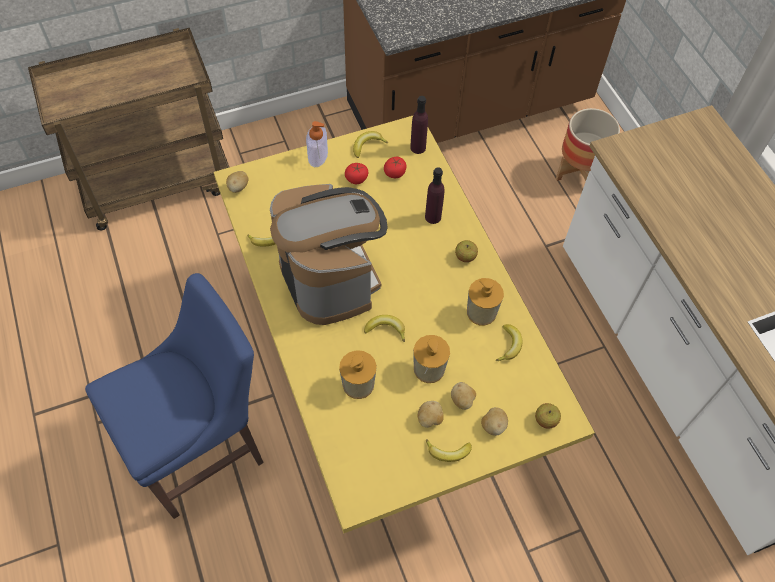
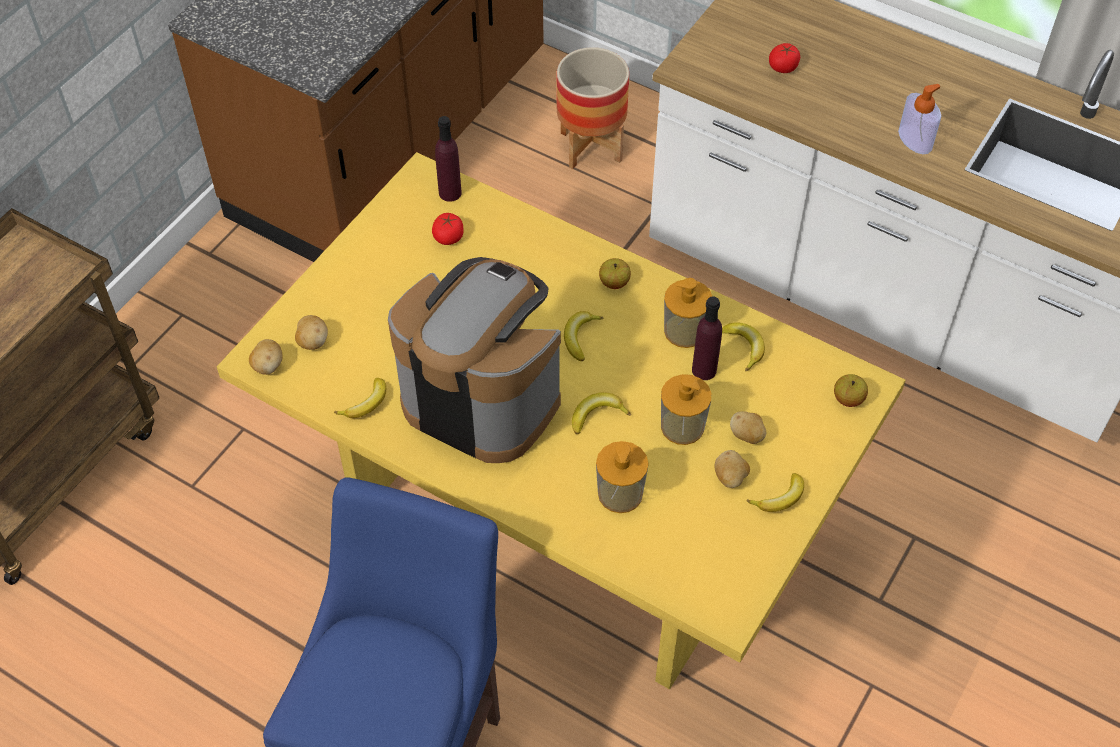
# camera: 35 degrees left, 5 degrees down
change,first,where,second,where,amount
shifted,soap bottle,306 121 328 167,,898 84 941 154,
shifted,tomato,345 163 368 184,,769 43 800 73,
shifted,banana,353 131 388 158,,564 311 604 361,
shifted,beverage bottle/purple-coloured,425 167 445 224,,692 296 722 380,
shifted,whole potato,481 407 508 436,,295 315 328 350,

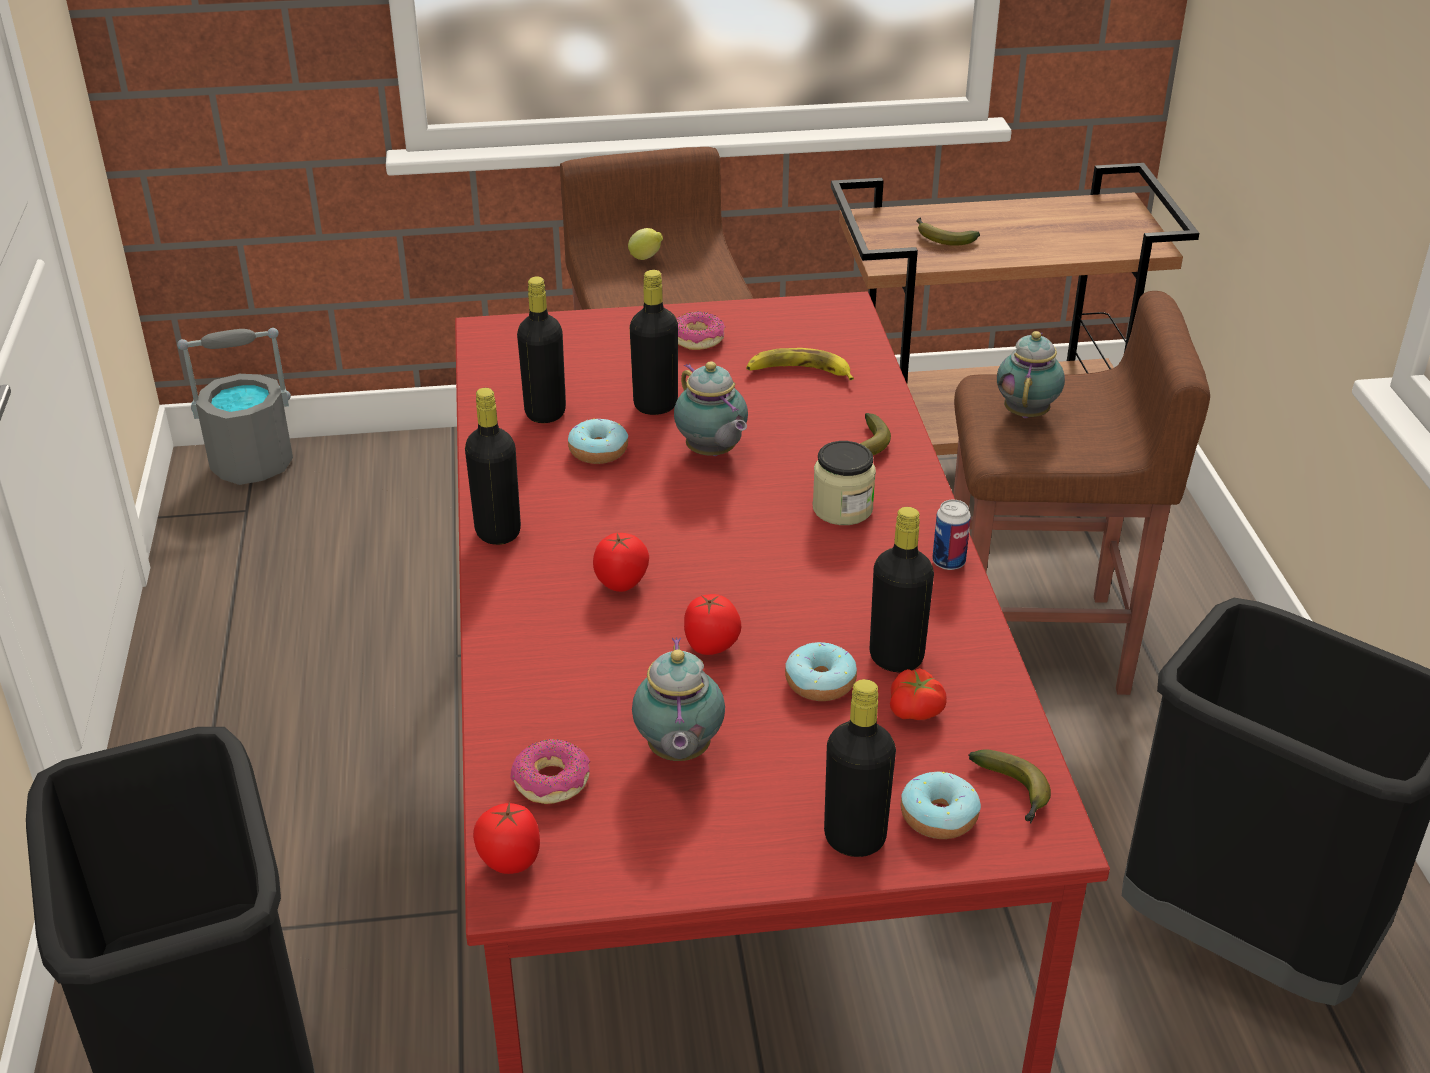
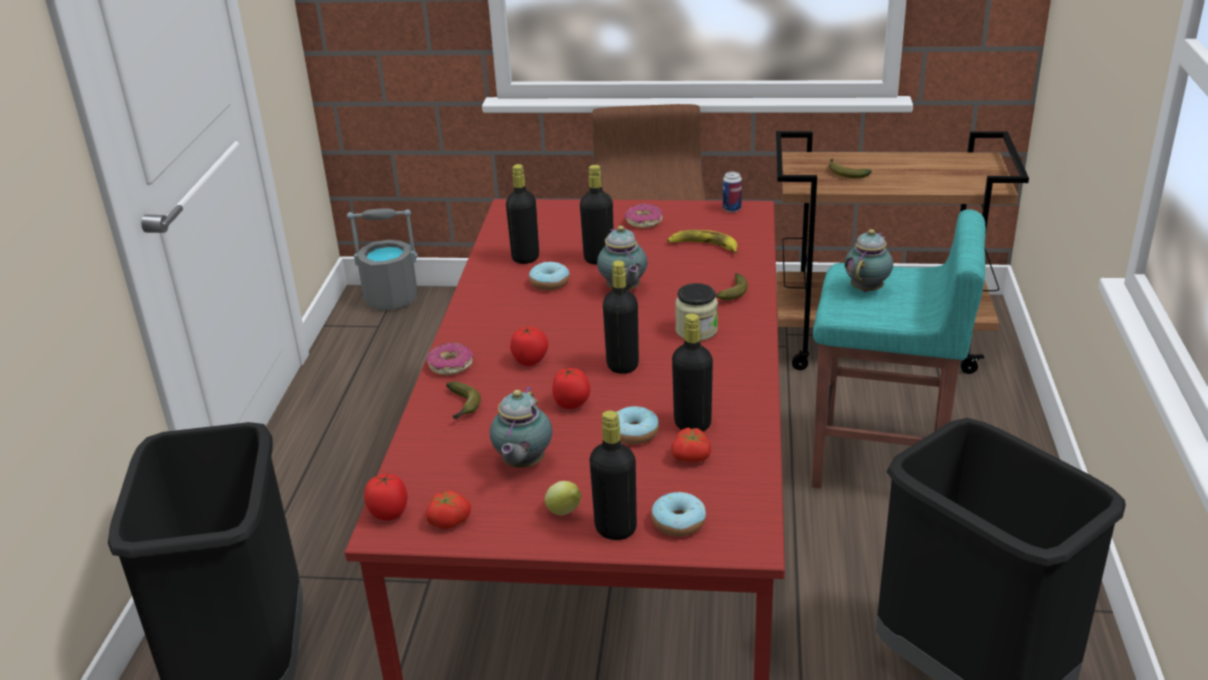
# camera: 15 degrees right, 5 degrees down
change,first,where,second,where,amount
new,,,tomato,426 491 471 529,
shifted,beverage bottle/black-coloured,465 388 521 545,,603 260 639 374,
shifted,ring doughnut,511 739 590 804,,426 343 473 375,
shifted,citrus fruit,628 228 663 260,,545 481 581 515,
shifted,metal can,932 500 971 570,,723 172 742 212,
shifted,banana,969 749 1051 823,,446 382 481 420,
repainted,stool/brown,954 291 1210 695,stool/turquoise,812 209 986 489,

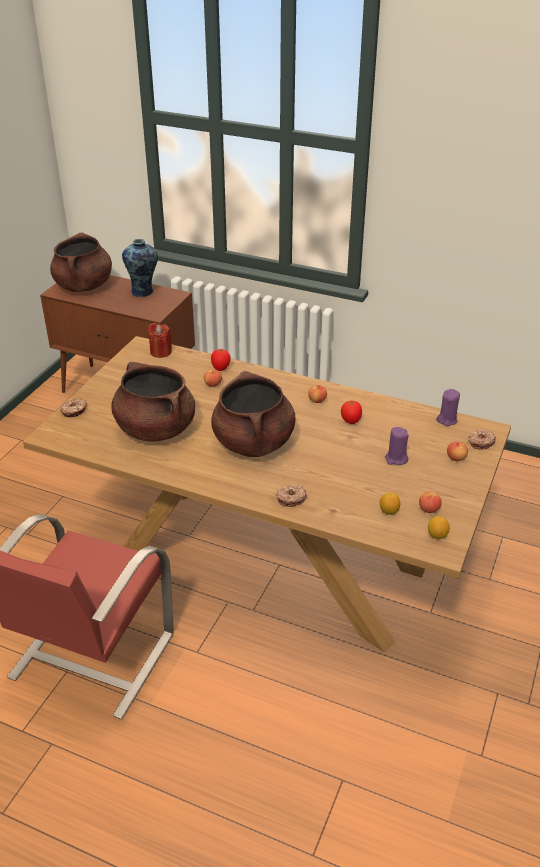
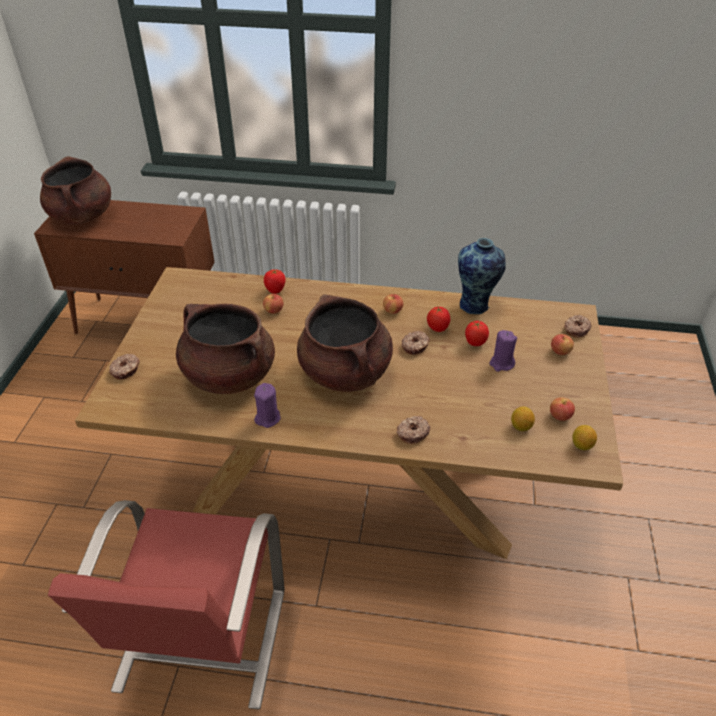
# camera: 15 degrees left, 5 degrees up
change,first,where,second,where,amount
gone,candle/red-coloured,148 323 172 358,,,
new,,,ring doughnut,402 331 430 354,
new,,,tomato,465 321 489 346,
shifted,flower vase,122 239 158 297,,458 238 506 314,
shifted,candle/purple-coloured,436 389 460 426,,254 383 281 428,

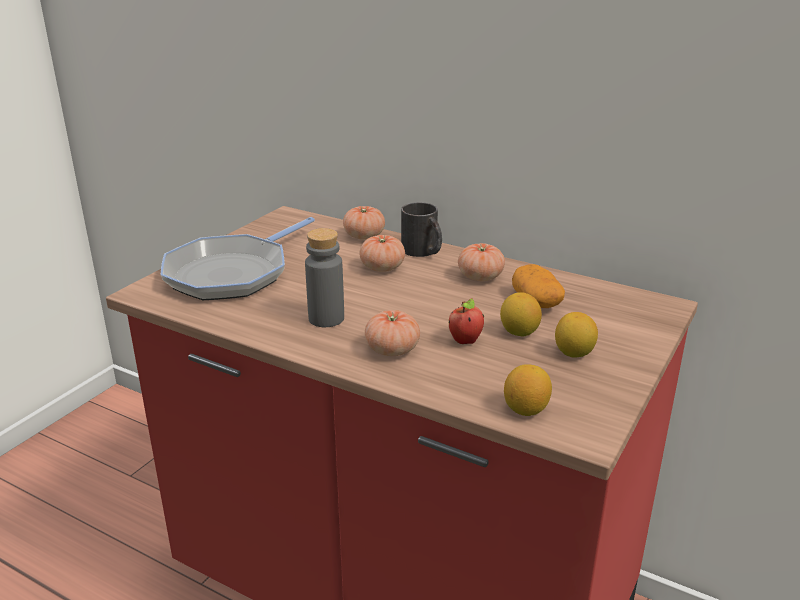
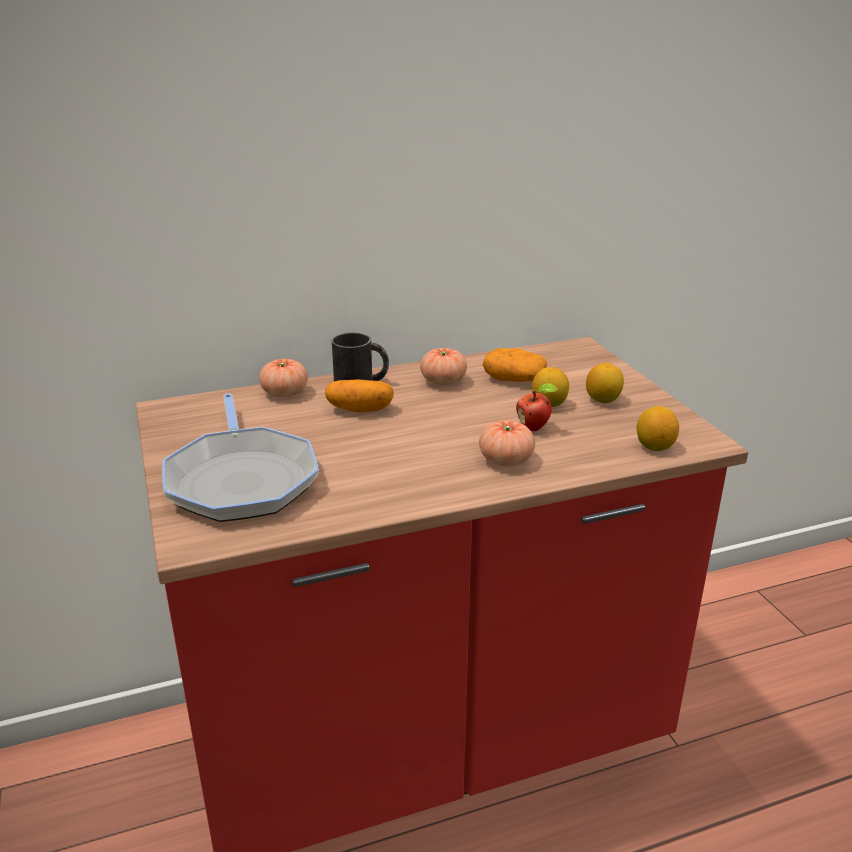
# camera: 50 degrees left, 0 degrees up
change,first,where,second,where,amount
gone,beverage bottle/grey,305 228 344 327,,,
swapped,tomato,360 235 405 272,whole potato,325 379 394 412,

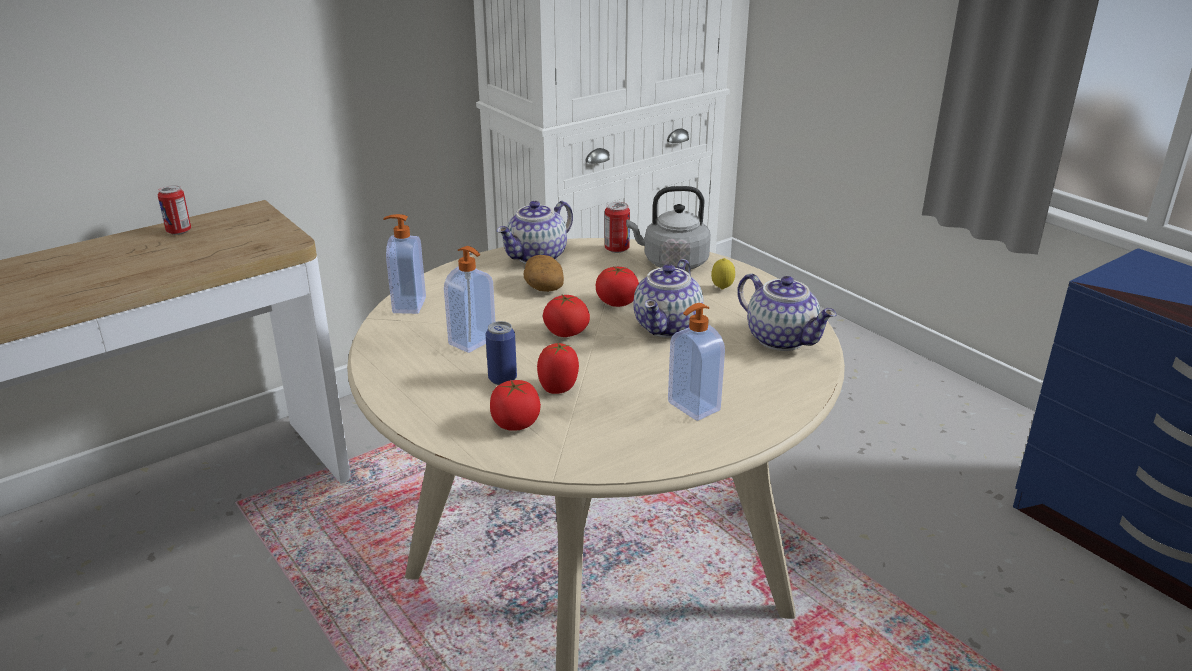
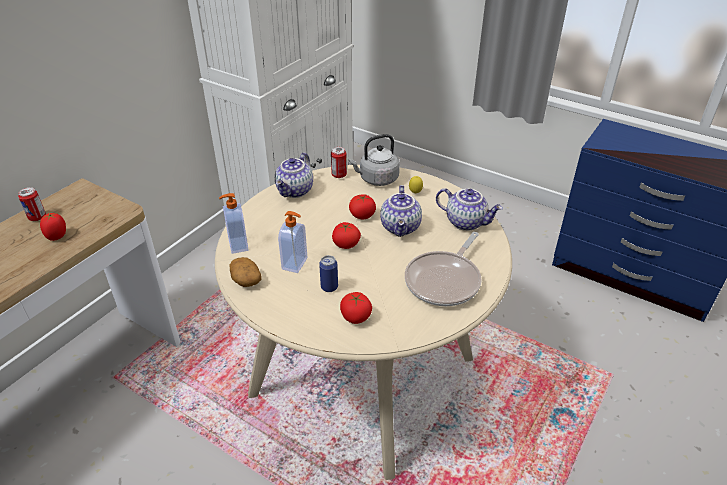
# camera: 20 degrees left, 10 degrees up
change,first,where,second,where,amount
shifted,whole potato,524 255 564 292,,229 257 262 287,
shifted,tomato,537 343 579 394,,40 213 66 241,
swapped,soap bottle,668 303 725 421,skillet,405 232 482 306,

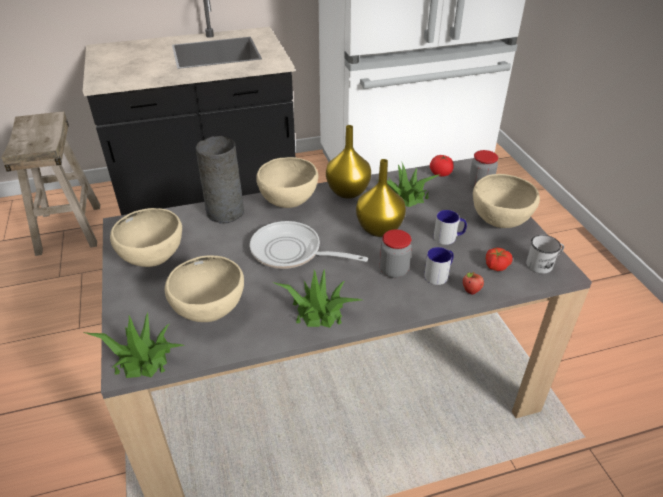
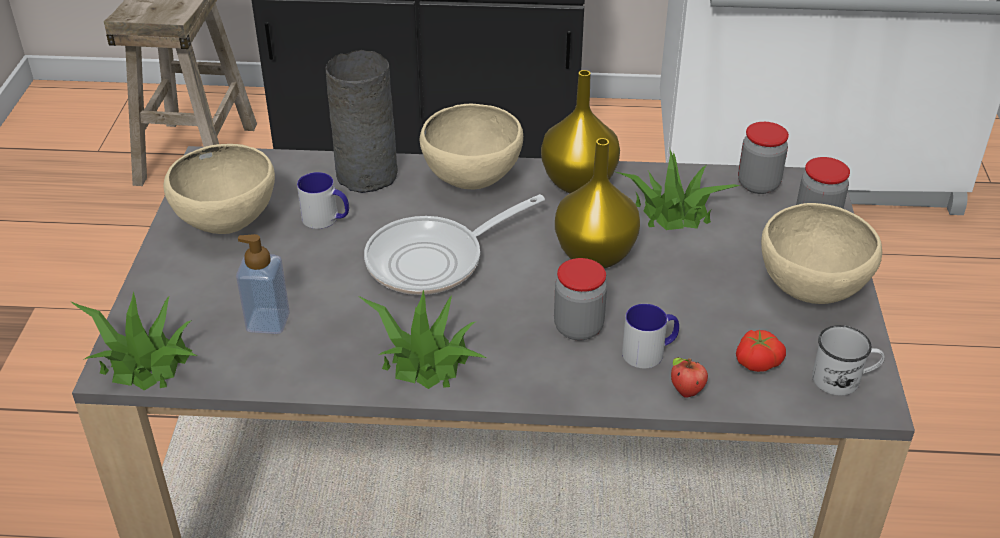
# camera: 20 degrees right, 0 degrees up
change,first,where,second,where,amount
shifted,coffee mug,434 210 467 245,,297 172 349 229,
swapped,deep dish/sand-coloured,165 256 244 322,soap bottle,236 234 290 334,
swapped,tomato,430 155 454 177,storage jar,738 122 789 194,
rotated,skillet,250 221 368 269,,364 194 545 295,75 degrees counterclockwise

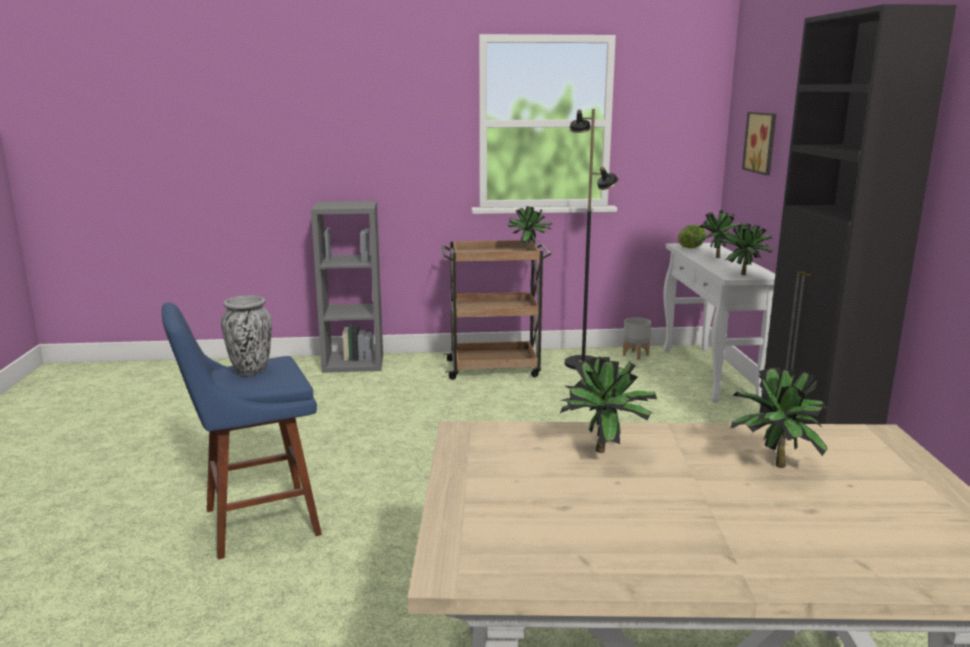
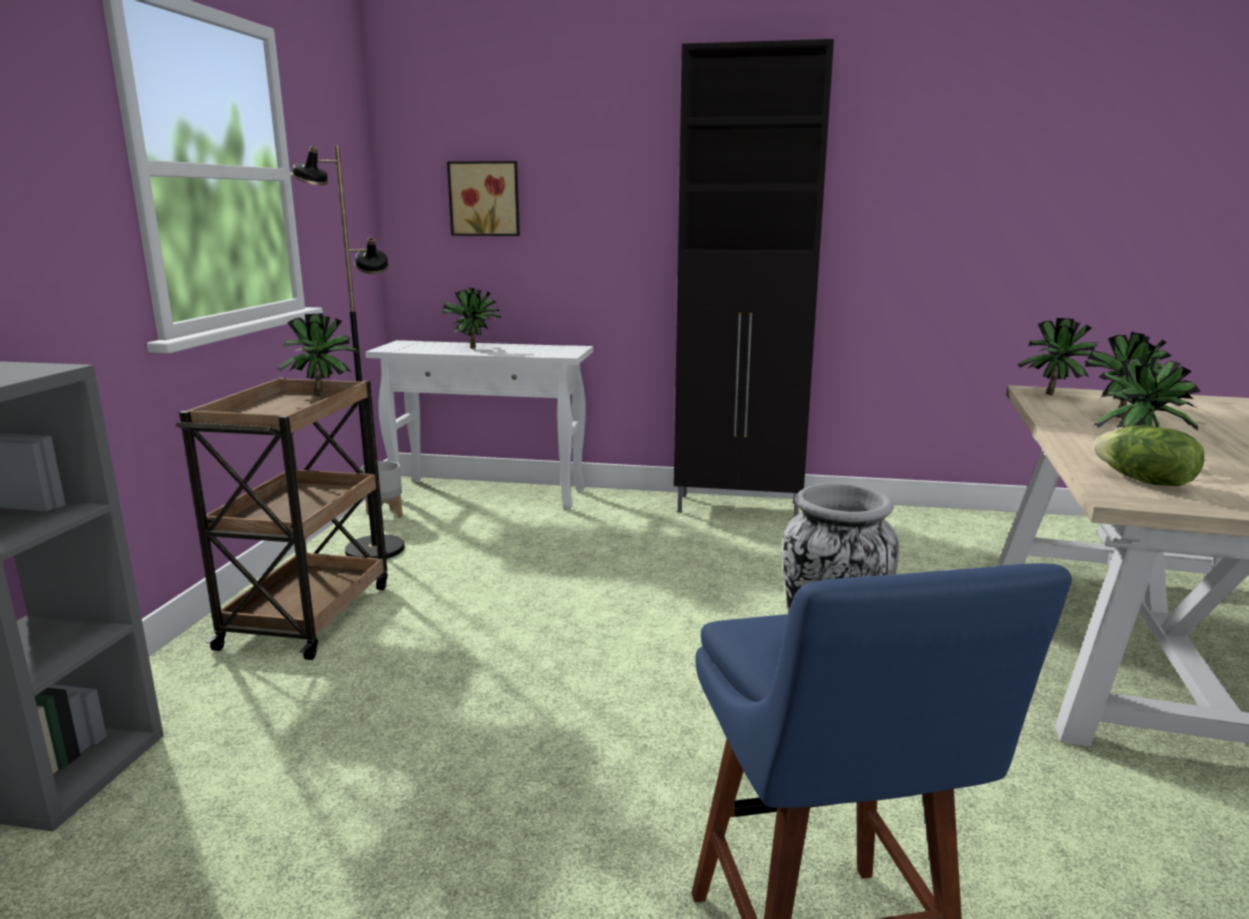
# camera: 75 degrees left, 0 degrees up
change,first,where,second,where,amount
shifted,lettuce head,678 225 706 248,,1094 425 1204 486,
shifted,houseplant,720 224 773 275,,1018 318 1099 395,

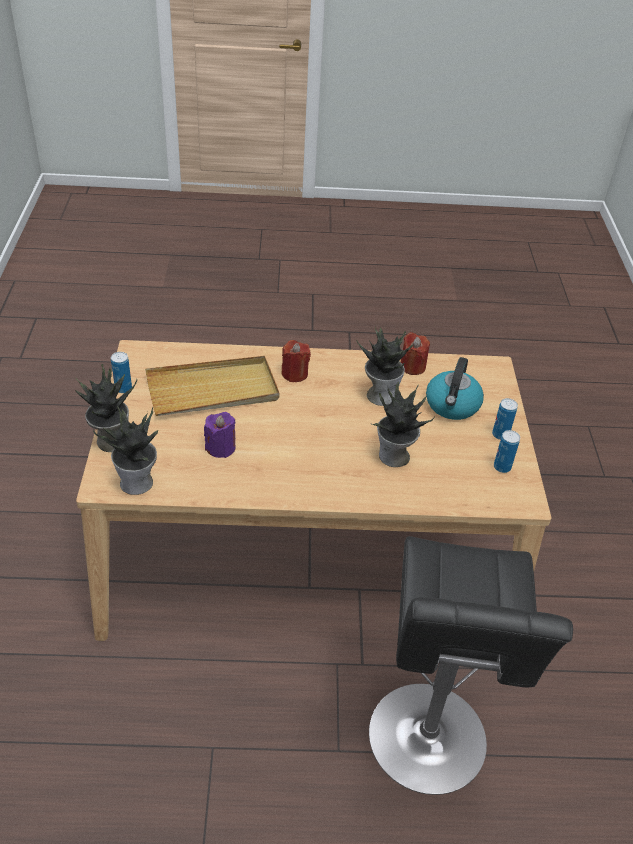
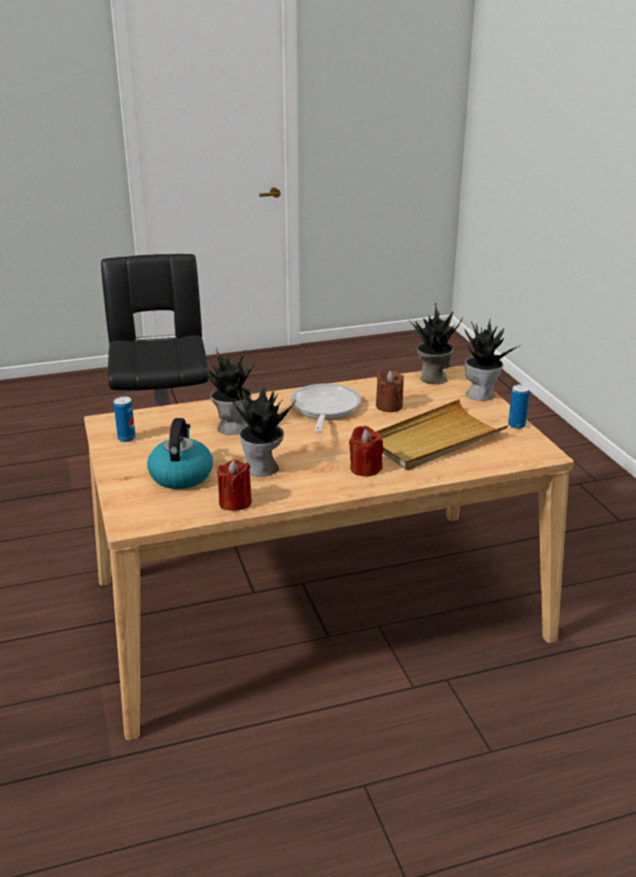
# camera: 165 degrees right, 15 degrees down
change,first,where,second,where,amount
gone,metal can,492 398 518 440,,,
new,,,skillet,291 384 361 433,
repainted,candle/purple-coloured,204 412 236 458,candle/brown,376 369 404 412,

